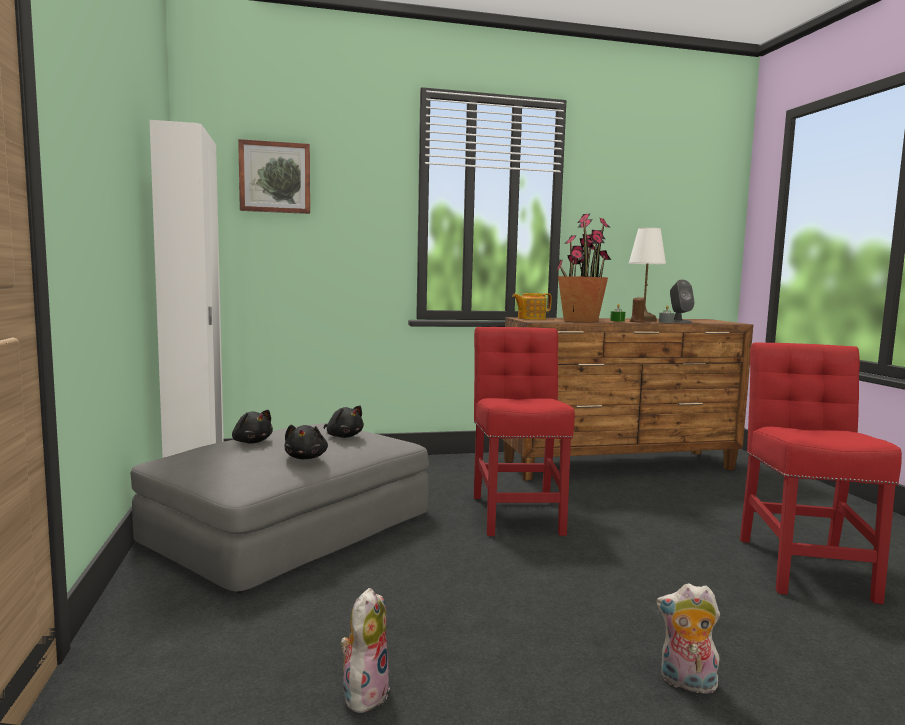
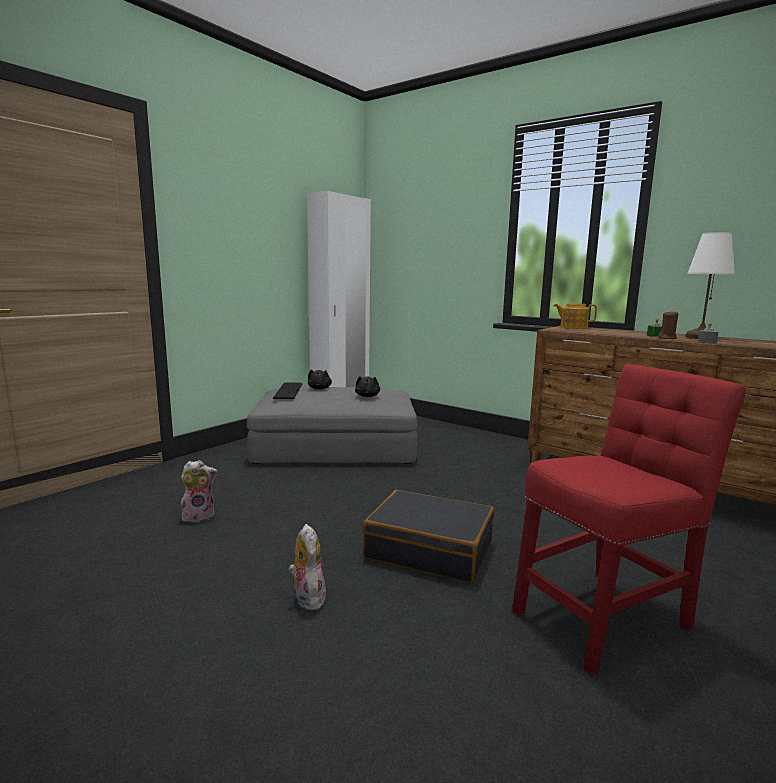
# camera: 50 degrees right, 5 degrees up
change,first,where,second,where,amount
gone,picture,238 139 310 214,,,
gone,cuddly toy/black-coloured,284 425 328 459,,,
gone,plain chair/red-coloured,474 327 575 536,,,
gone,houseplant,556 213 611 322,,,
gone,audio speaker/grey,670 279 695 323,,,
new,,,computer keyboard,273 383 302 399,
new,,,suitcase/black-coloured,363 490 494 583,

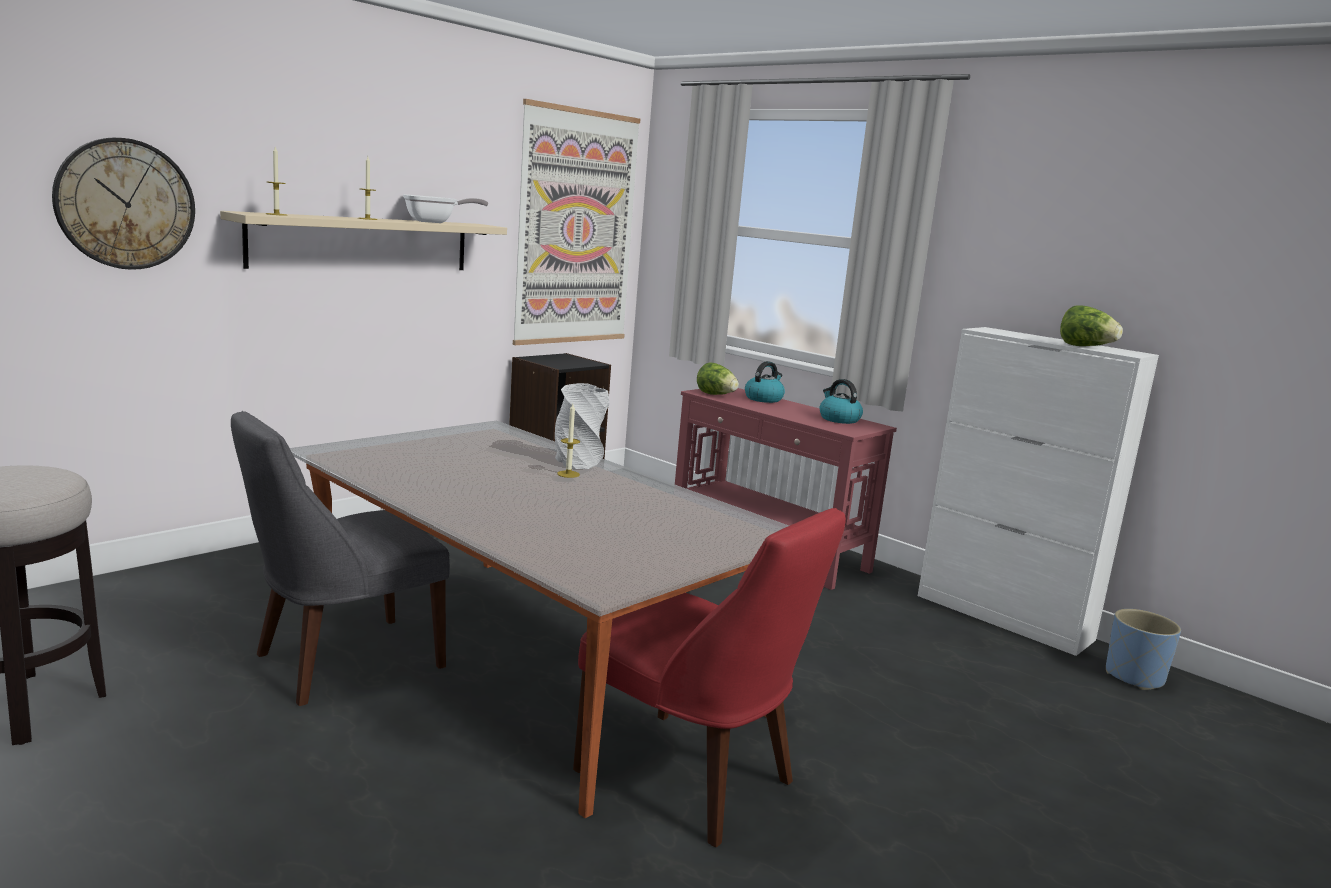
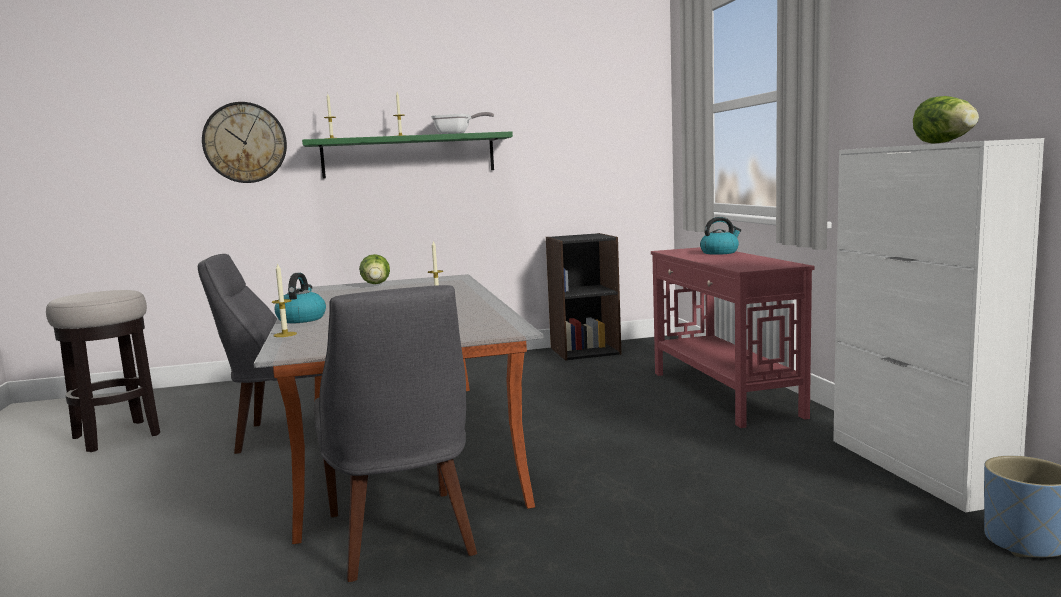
# camera: 35 degrees right, 5 degrees down
change,first,where,second,where,amount
gone,picture,513 99 640 345,,,
gone,flower vase/grey,555 383 609 469,,,
new,,,candle,272 263 297 337,
shifted,lettuce head,697 362 739 395,,359 254 390 284,
shifted,kettle,820 379 863 424,,275 273 326 323,
repainted,shelf/sand-coloured,220 211 507 270,shelf/greenish,302 131 513 179,
repainted,plain chair/red-coloured,573 508 846 847,plain chair/grey,314 285 477 582,

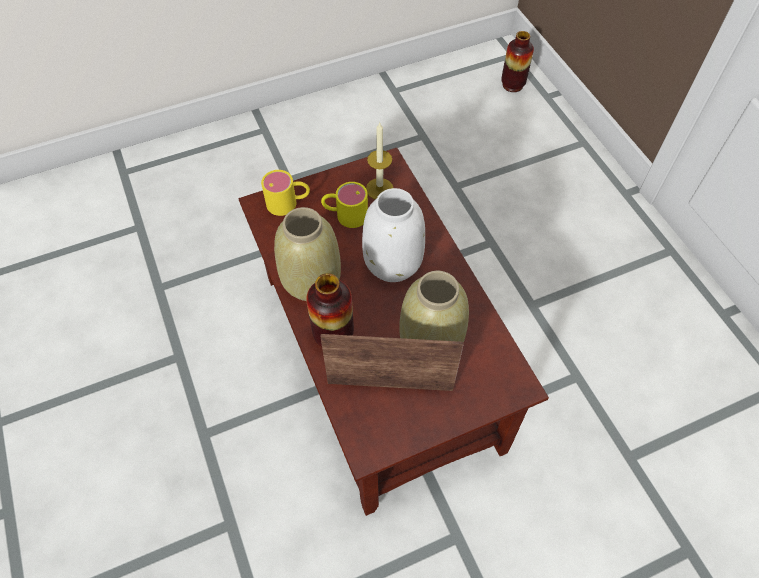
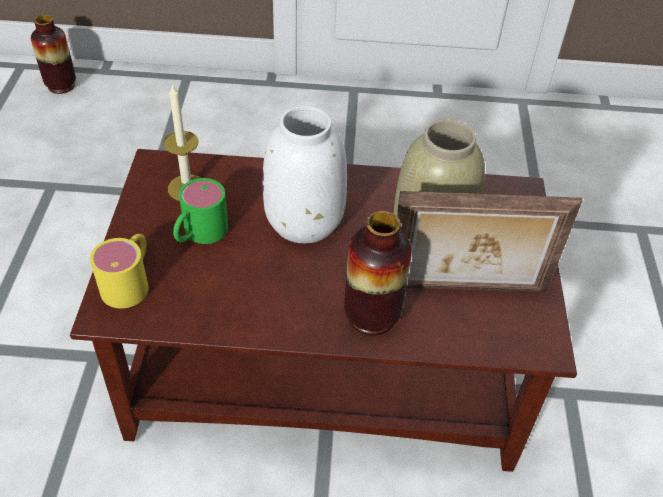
# camera: 65 degrees left, 10 degrees down
change,first,where,second,where,amount
gone,flower vase/sand-coloured,274 207 341 301,,,
repainted,coffee mug/yellow,321 182 368 228,coffee mug/greenish,173 178 228 244,
rotated,picture frame,320 334 464 391,,397 191 583 292,120 degrees counterclockwise

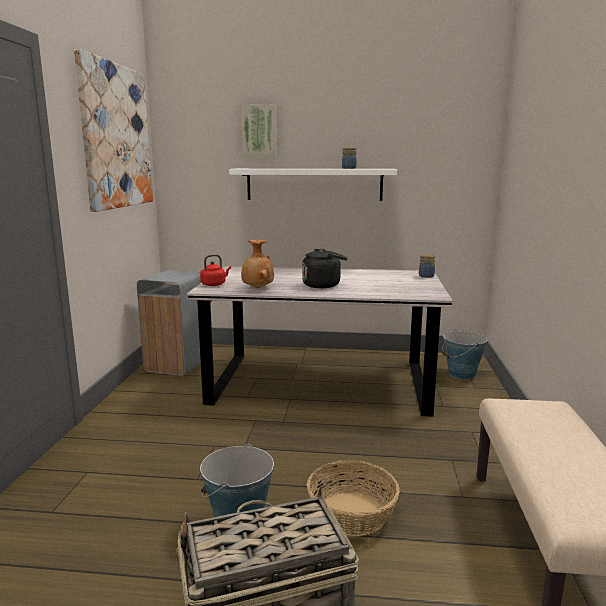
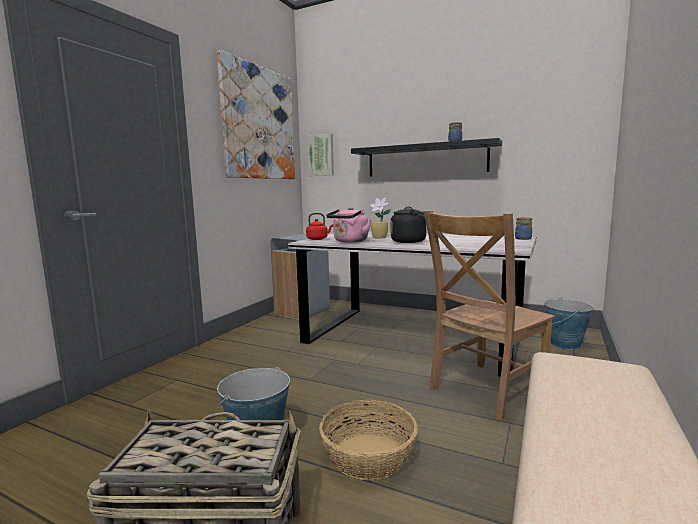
# camera: 20 degrees right, 5 degrees down
change,first,where,second,where,amount
new,,,houseplant,369 197 391 239,
new,,,plain chair/brown,423 211 555 421,
shifted,picture,241 104 277 158,,307 134 334 176,
swapped,flower vase/brown,241 240 274 288,kettle/pinkish,326 207 371 243,
repainted,shelf/whitish,229 169 397 201,shelf/black-coloured,351 138 502 177,

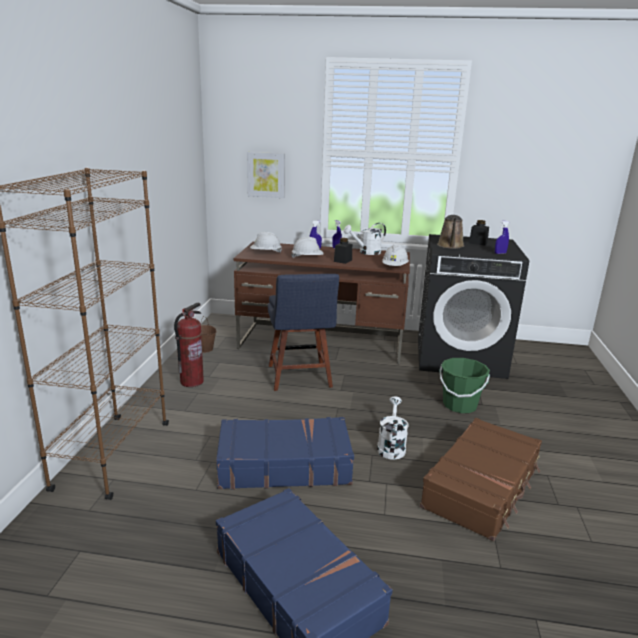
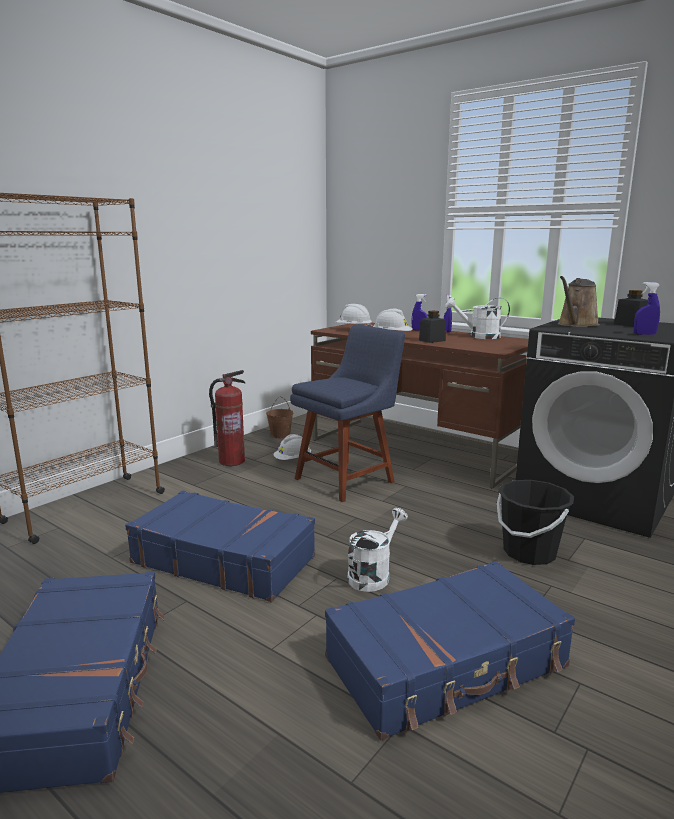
# camera: 30 degrees right, 5 degrees down
change,first,where,second,where,amount
gone,picture,247 152 285 198,,,
shifted,work helmet/whitish,382 245 409 266,,273 434 311 460,
repainted,suitcase/brown,420 418 542 541,suitcase/blue-coloured,325 561 575 740,
repainted,pail/greenish,439 358 490 413,pail/black-coloured,496 480 574 565,
rotated,plain chair/blue-coloured,268 274 339 391,,290 325 405 502,150 degrees counterclockwise

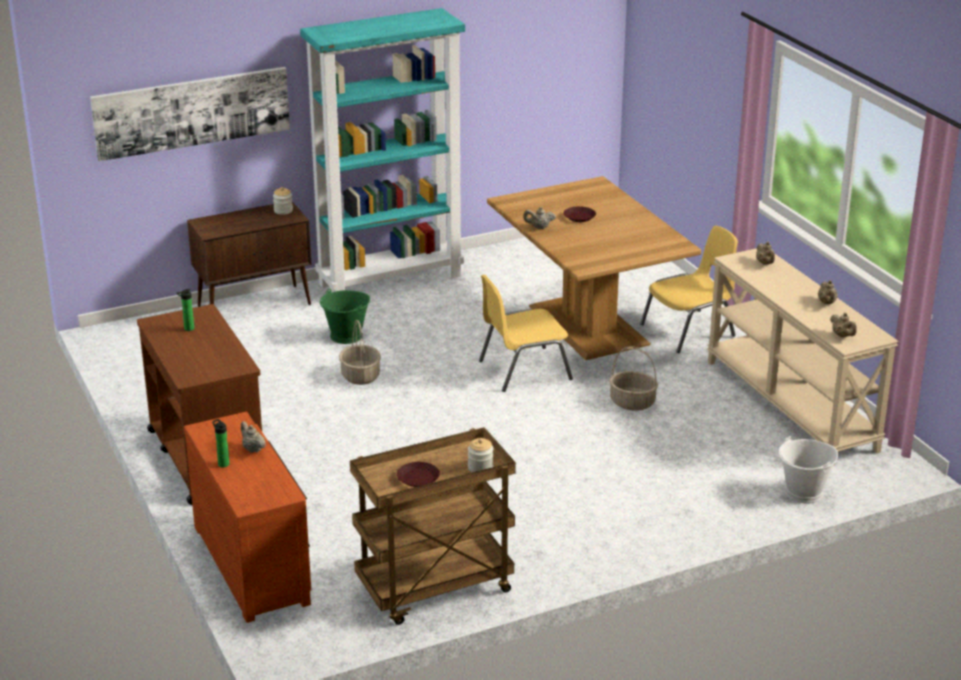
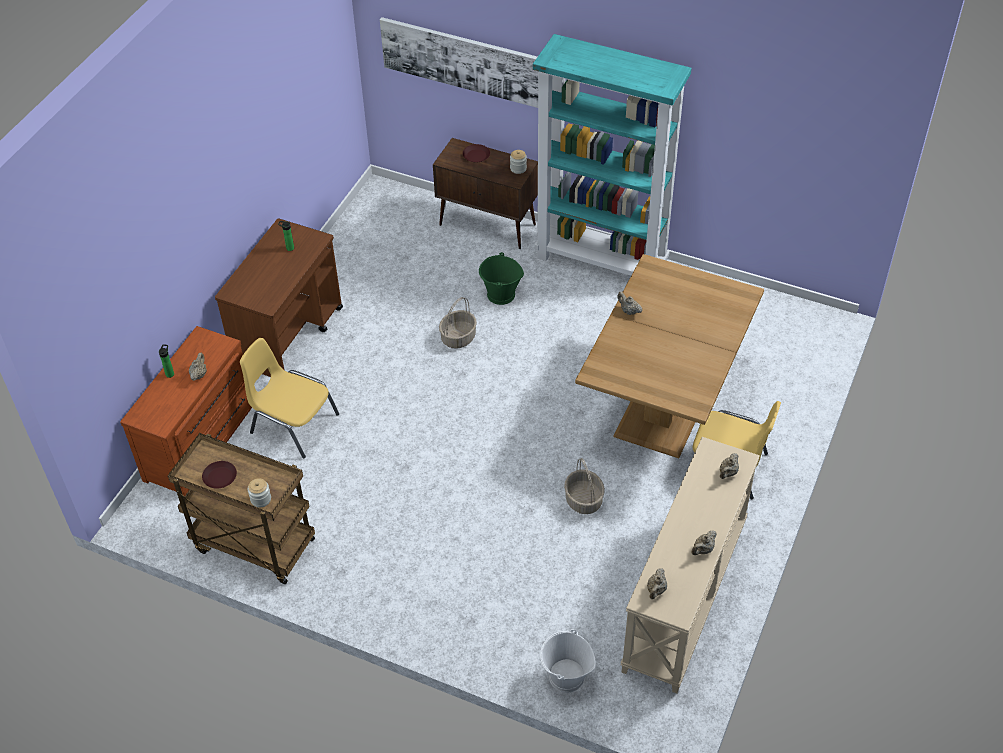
# camera: 50 degrees right, 20 degrees up
change,first,where,second,where,amount
shifted,plain chair/yellow,479 274 573 392,,240 338 339 459,
shifted,dinner plate/brown,564 206 596 222,,463 144 490 163,

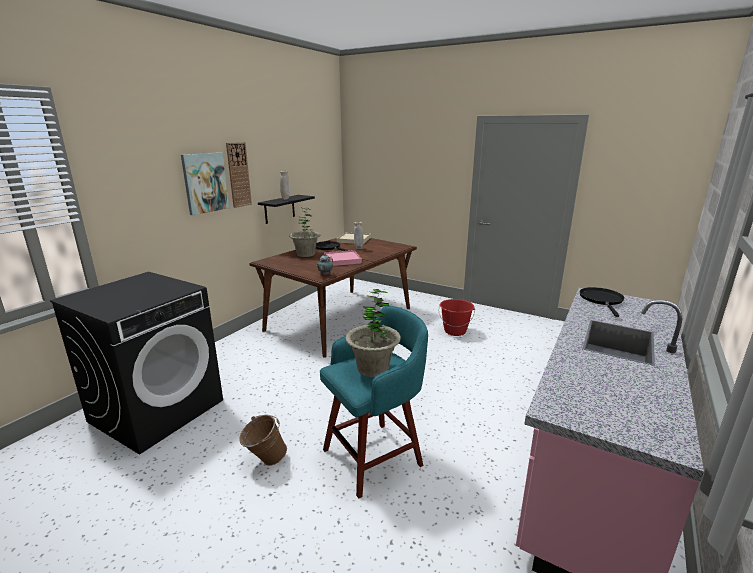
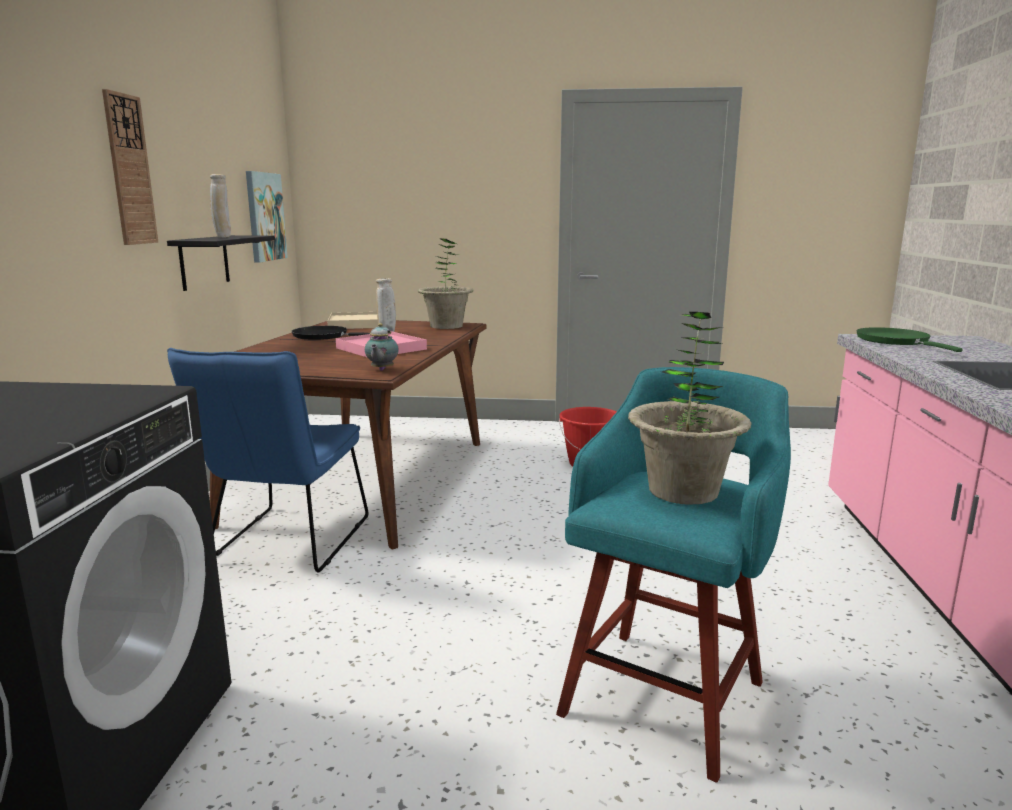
# camera: 25 degrees left, 5 degrees down
change,first,where,second,where,amount
gone,pail/brown,239 415 287 466,,,
new,,,plain chair/blue-coloured,167 348 368 572,
shifted,picture,181 152 229 215,,246 171 288 263,
shifted,houseplant,289 208 320 257,,418 238 474 329,
repainted,skillet/black-coloured,580 287 625 317,skillet/greenish,856 327 963 352,

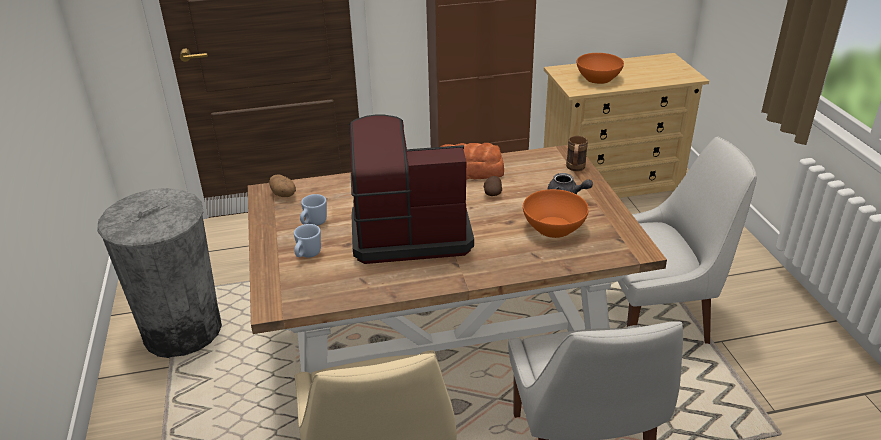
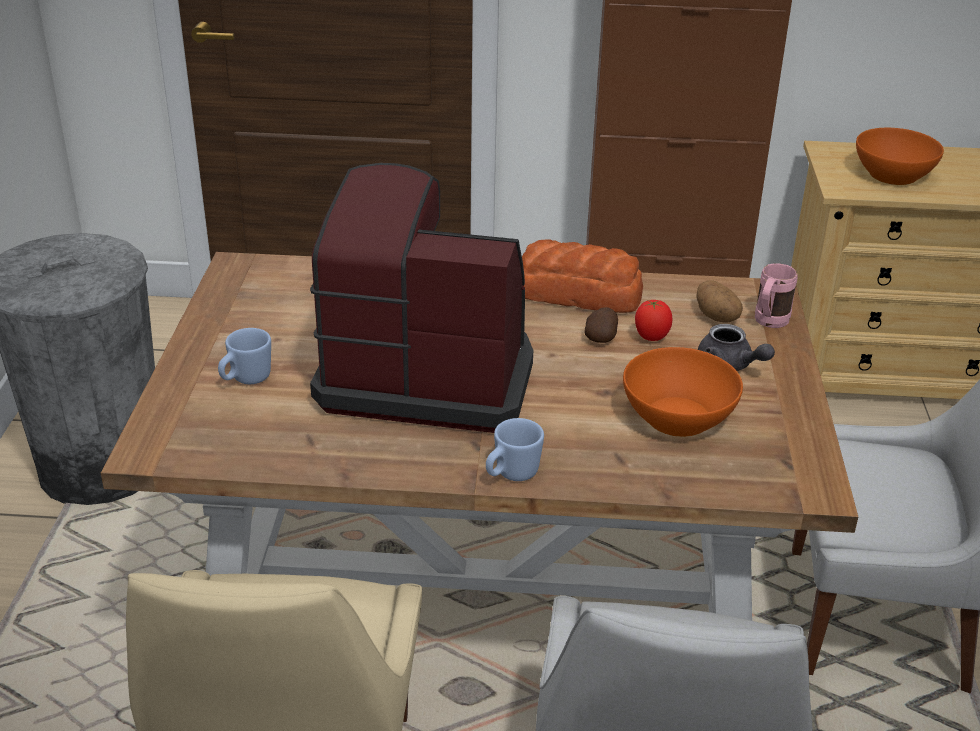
# camera: 15 degrees right, 0 degrees up
change,first,where,second,where,amount
new,,,tomato,635 300 672 341,
shifted,whole potato,269 174 296 197,,696 280 743 322,
shifted,coffee mug/blue-coloured,300 194 327 226,,486 418 544 481,
repainted,coffee mug/brown,566 136 588 171,coffee mug/pinkish,755 264 798 328,

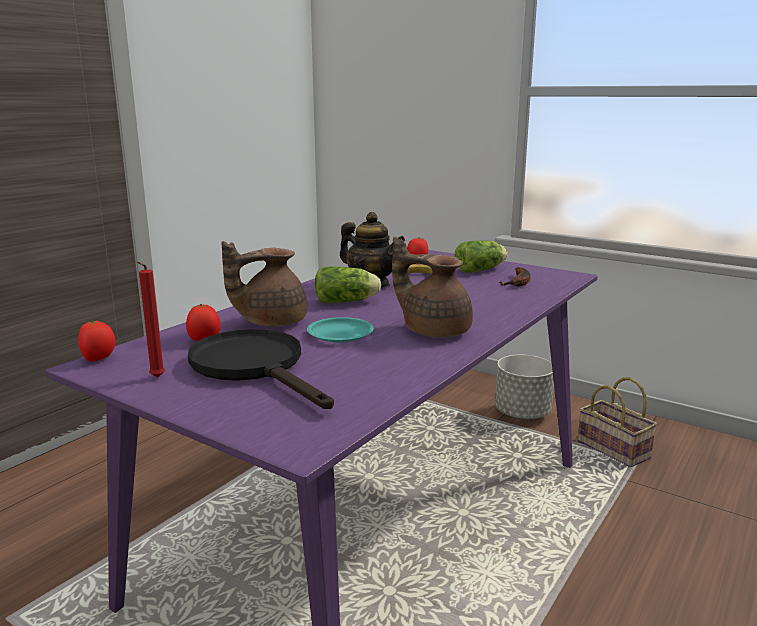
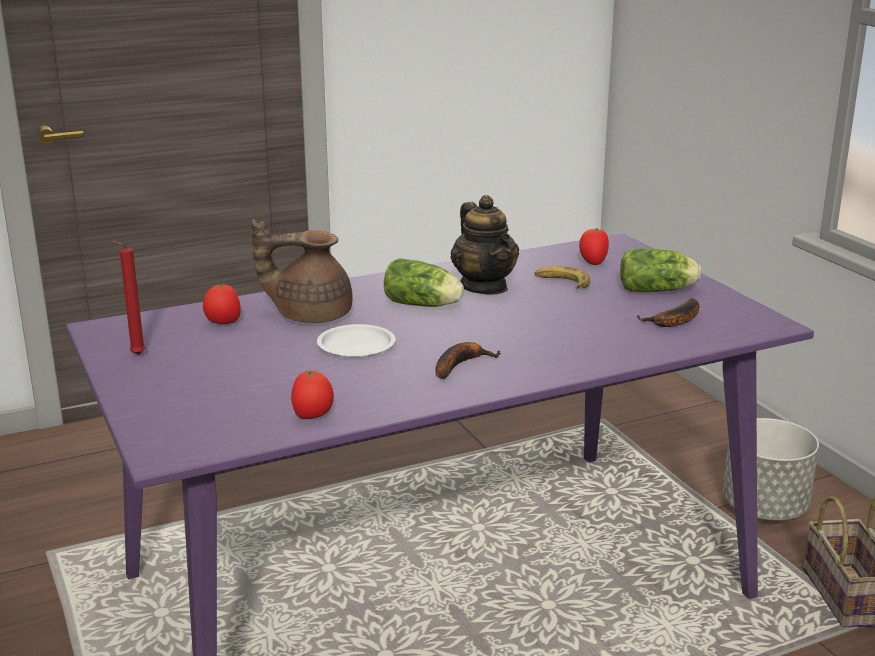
# camera: 30 degrees right, 5 degrees up
change,first,where,second,where,amount
gone,skillet/black-coloured,188 329 334 409,,,
shifted,tomato,78 320 115 362,,291 371 334 419,
swapped,tea pot/brown,392 237 473 338,banana,435 342 501 379,
repainted,dinner plate/turquoise,307 317 374 343,dinner plate/whitish,317 324 395 358,

